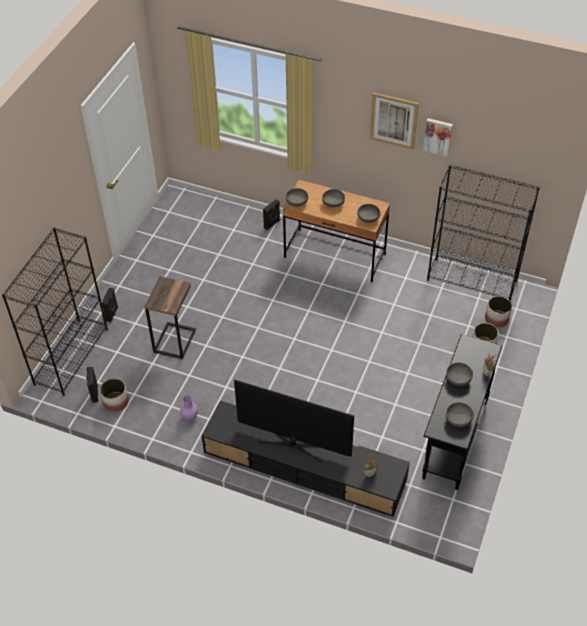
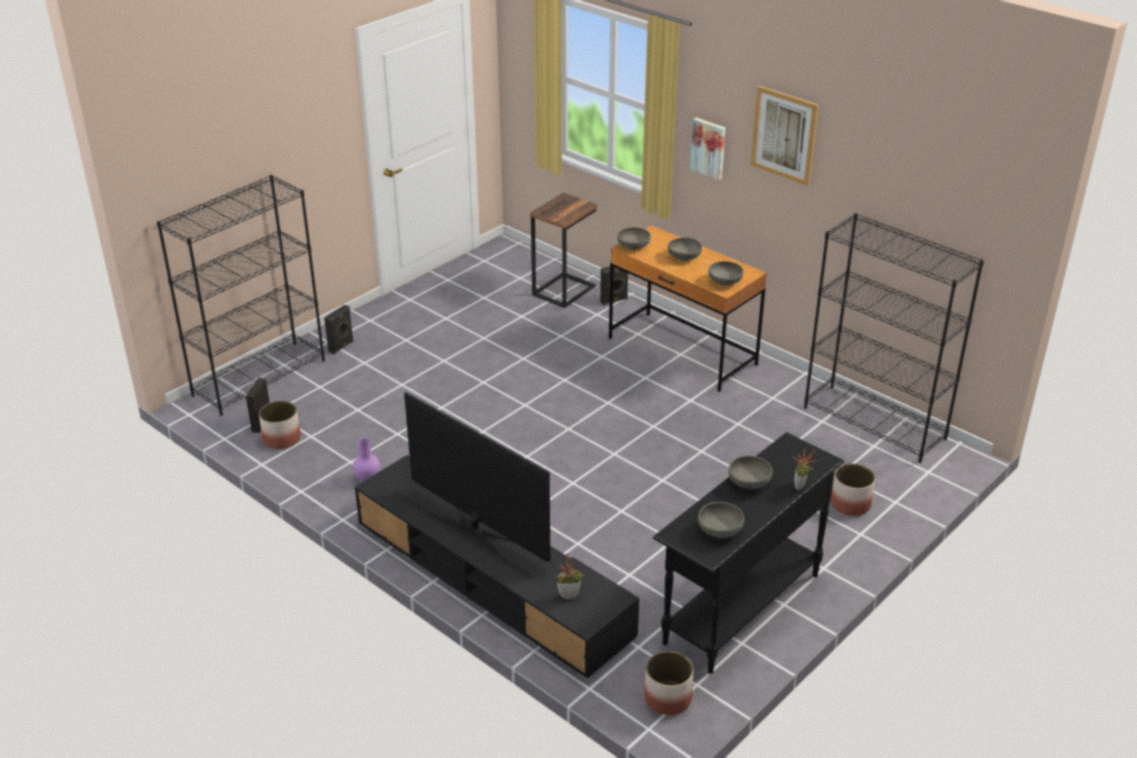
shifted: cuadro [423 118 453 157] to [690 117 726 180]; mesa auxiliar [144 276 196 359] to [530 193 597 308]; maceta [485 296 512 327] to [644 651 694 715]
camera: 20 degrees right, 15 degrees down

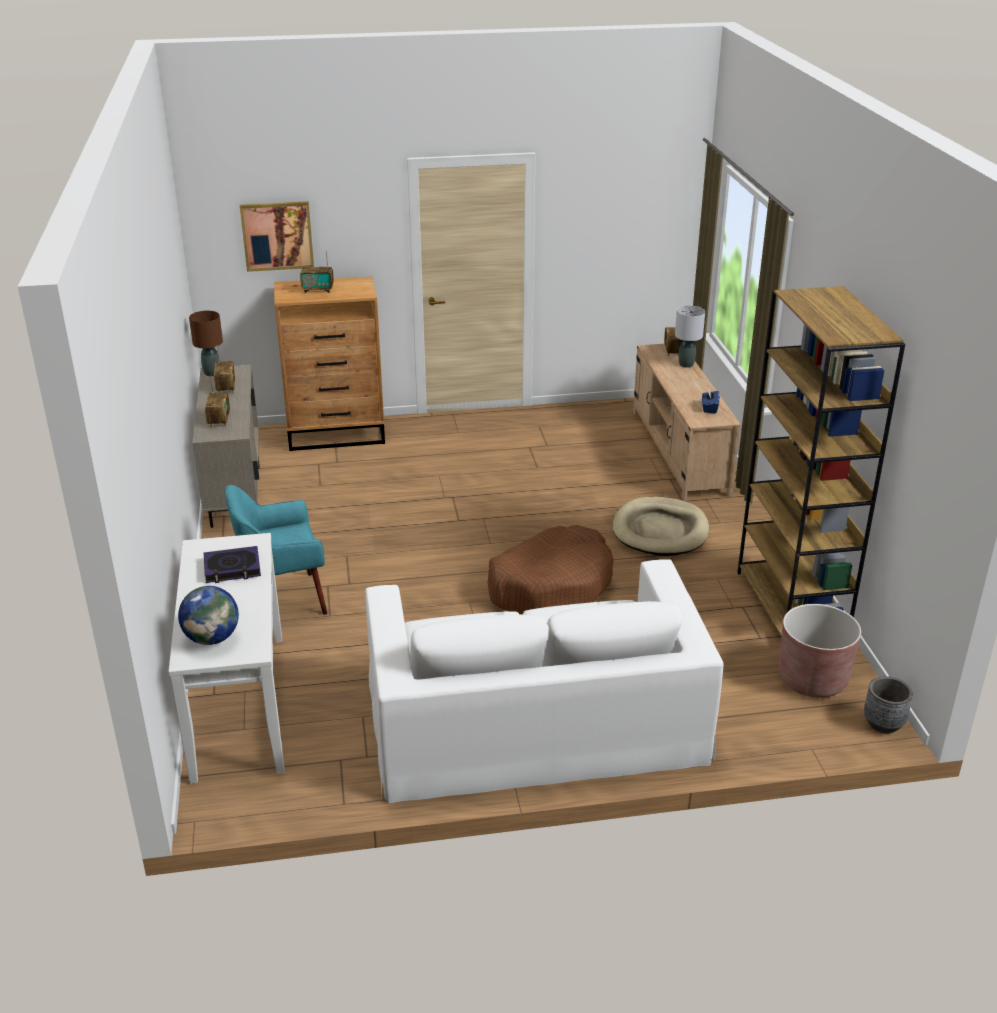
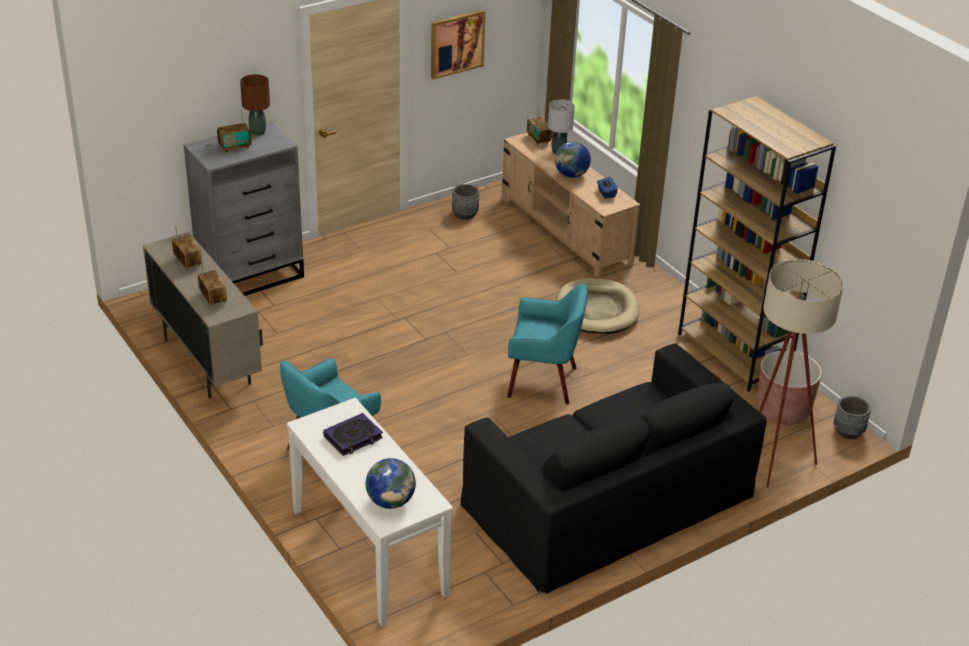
new: globo terráqueo [555 142 591 178]; maceta/gris [452 184 479 220]; lámpara de pie/beis [759 259 844 488]
shifted: cuadro [240 201 314 272] to [431 10 486 80]; lámpara de mesa/marrón [189 311 223 376] to [240 74 270 136]
swapped: cama para perro/marrón [488 525 614 614] to sillón/turquesa [507 284 588 404]
repainted: cómoda/marrón [274 276 385 451] to cómoda/gris [183 121 304 296]; sofá/blanco [365 559 724 803] to sofá/negro [461 343 767 594]
camera: 25 degrees left, 5 degrees up

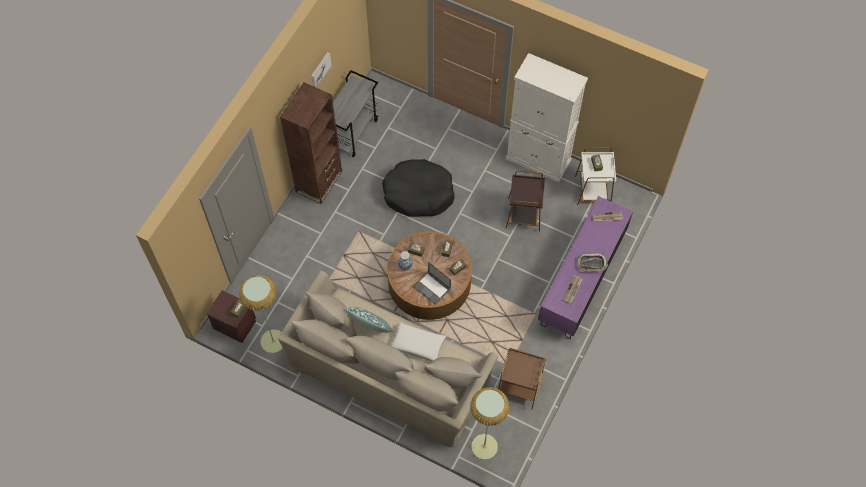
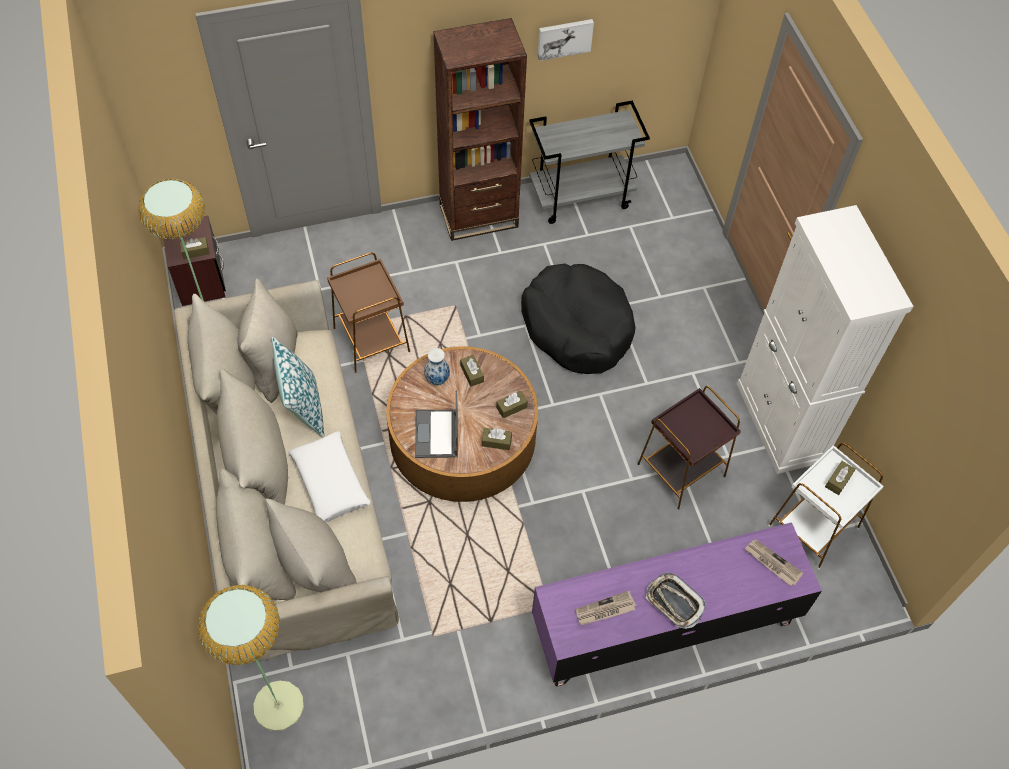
shifted: mesa auxiliar/marrón [498 348 546 409] to [327 253 410 373]
camera: 45 degrees right, 5 degrees down

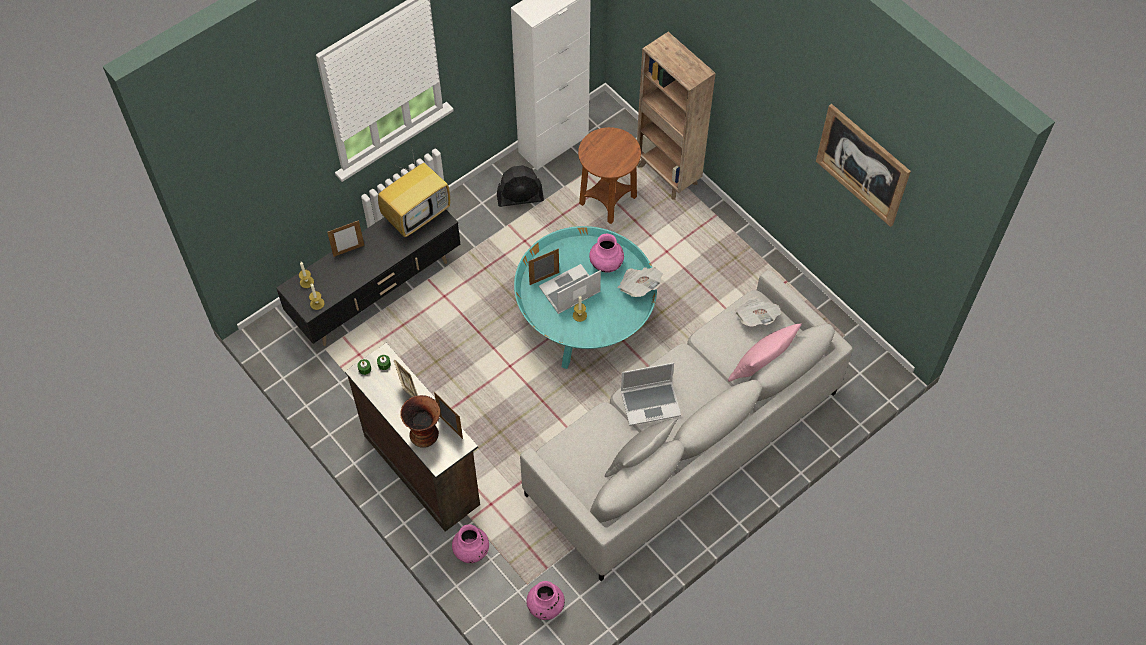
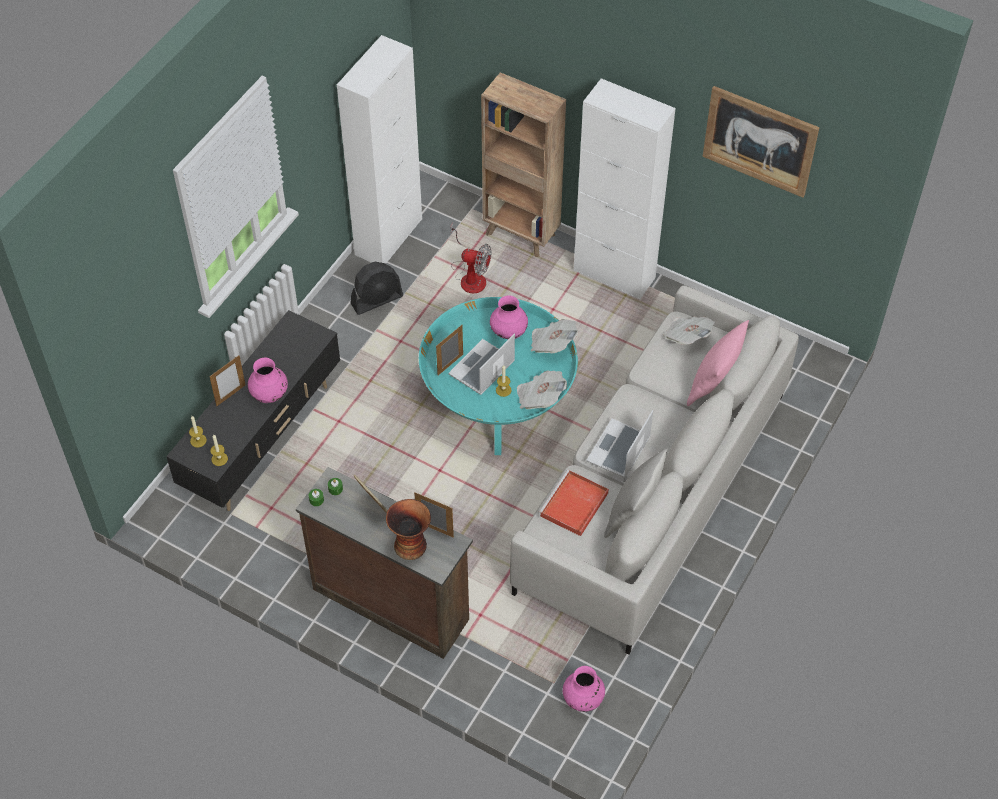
gone: televisor [378 150 450 237]
new: armario/blanco [574 78 676 299]; periódico [517 371 567 409]; bandeja/rojo [539 470 609 536]
shifted: florero/rosa [452 524 489 563] to [248 357 288 403]
swapped: mesa auxiliar/marrón [578 127 641 224] to ventilador [450 223 492 293]
rotated: portátil [621 363 681 426] = [586 410 653 479] 150 degrees clockwise
camera: 20 degrees left, 5 degrees down

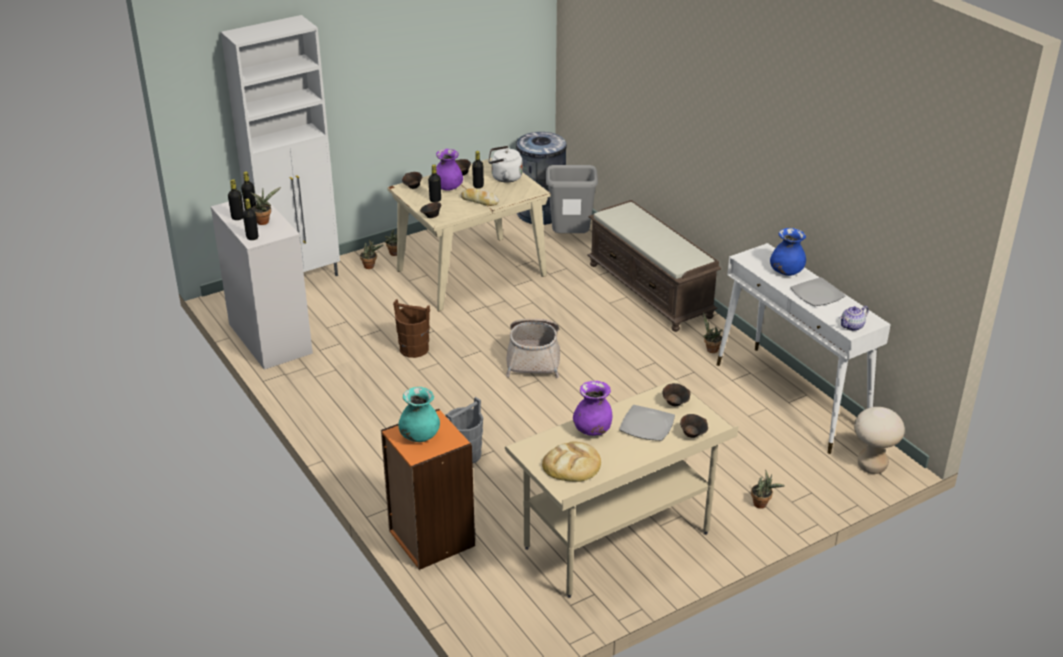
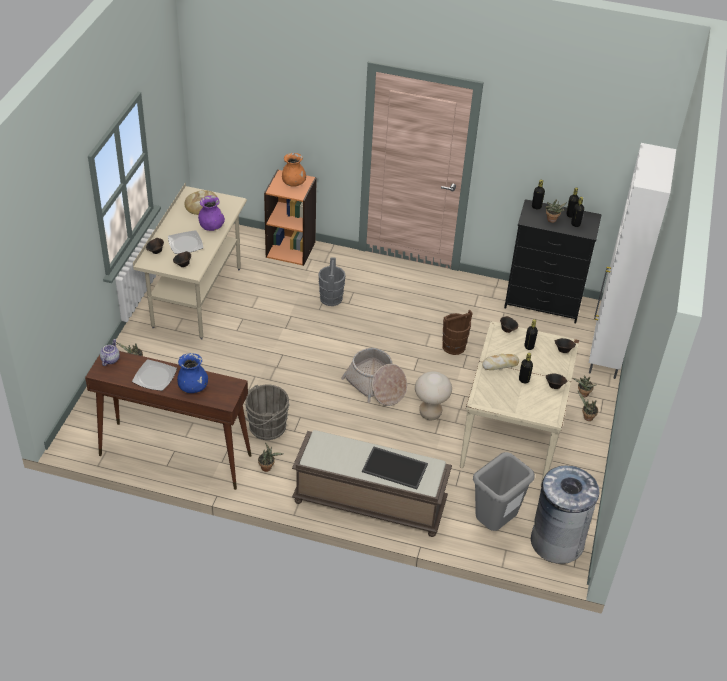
gone: hervidor/blanco [488 146 523 183]; florero/morado [436 149 463 191]
new: cubo/gris [245 385 290 440]; bandeja [362 446 428 489]
shifted: taburete/beis [854 407 905 474] to [415 371 452 420]
repainted: cómoda/blanco [211 193 313 370] to cómoda/negro [504 199 602 323]; mesa consola/blanco [717 243 891 454] to mesa consola/marrón [85 351 252 490]; florero/turquesa [398 387 440 442] to florero/naranja [282 153 306 187]
camera: 135 degrees right, 10 degrees up

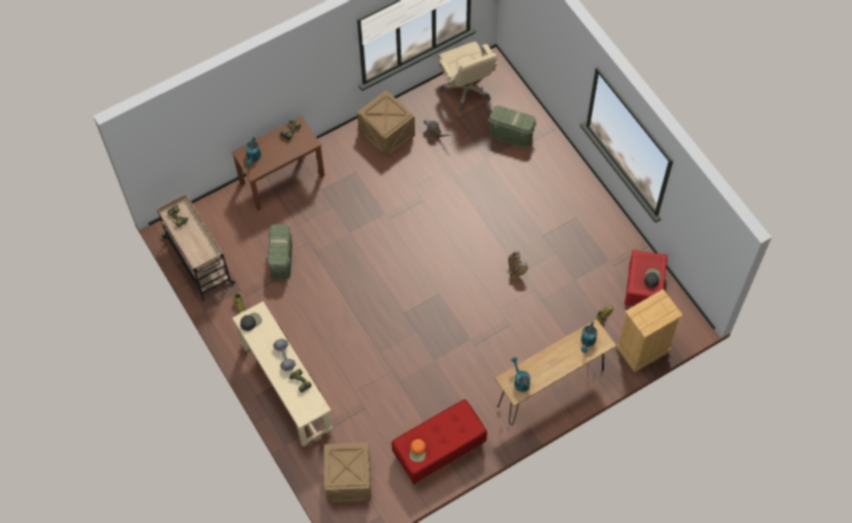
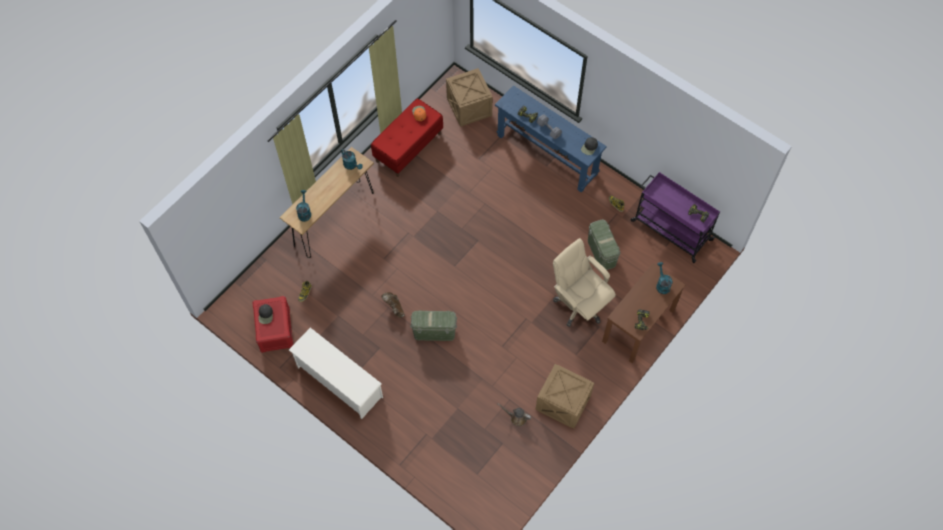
gone: cómoda/beis [616 289 683 373]
new: zapatero/blanco [289 328 383 419]
shifted: silla de oficina/beis [438 41 498 111] to [553 238 616 327]; caja de almacenaje/verde [488 105 536 148] to [410 310 457 341]
repainted: carrito/beis [156 193 235 301] to carrito/morado [631 172 720 263]; mesa consola/beis [232 301 333 447] to mesa consola/azul [495 85 607 192]
camera: 160 degrees right, 0 degrees up

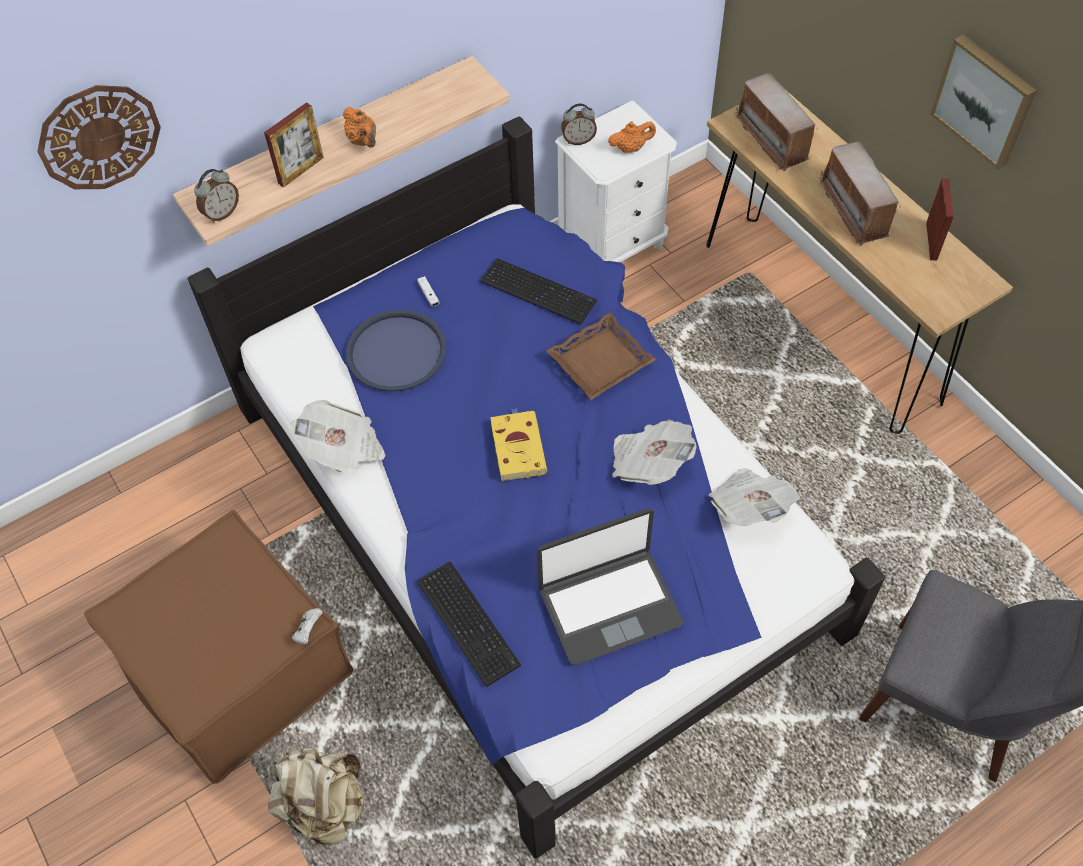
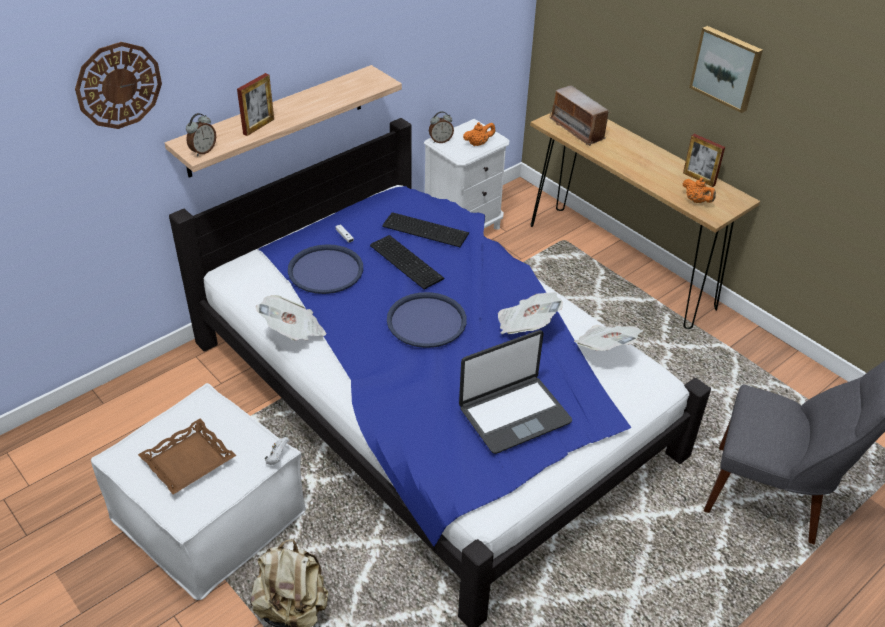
gone: radio [820 141 900 246]
shifted: tetera/naranja [343 107 376 148] to [683 177 716 203]; bandeja/marrón [546 313 656 400] to [138 419 236 495]; teclado [417 562 521 687] to [370 235 445 289]
swapped: libro/amarillo [490 408 547 481] to bandeja/azul [387 292 467 348]
repainted: puf/marrón [84 510 354 784] to puf/blanco [91 383 306 600]
rotated: portarretratos [926 178 954 261] = [683 134 725 187] 135 degrees clockwise
camera: 10 degrees left, 15 degrees down

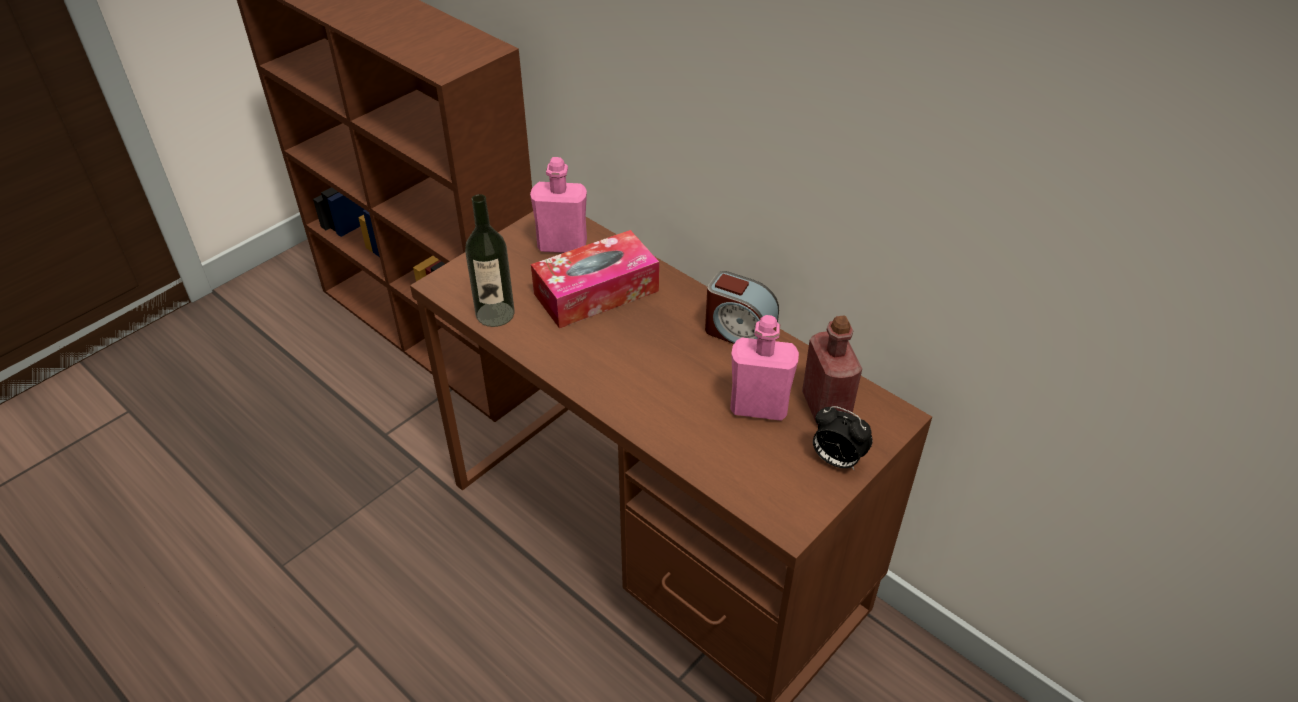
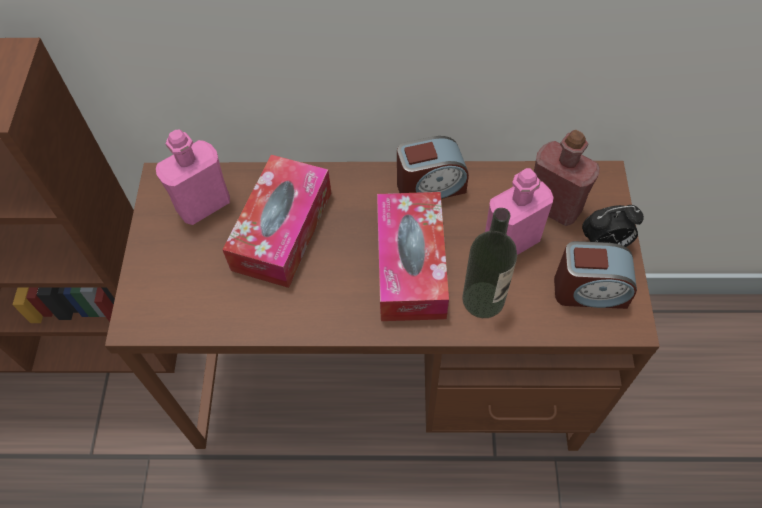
new: caja de pañuelos [377 192 449 321]; despertador [554 241 637 309]
shifted: botella [465 194 515 327] to [462 208 517 318]
camera: 40 degrees left, 15 degrees up

